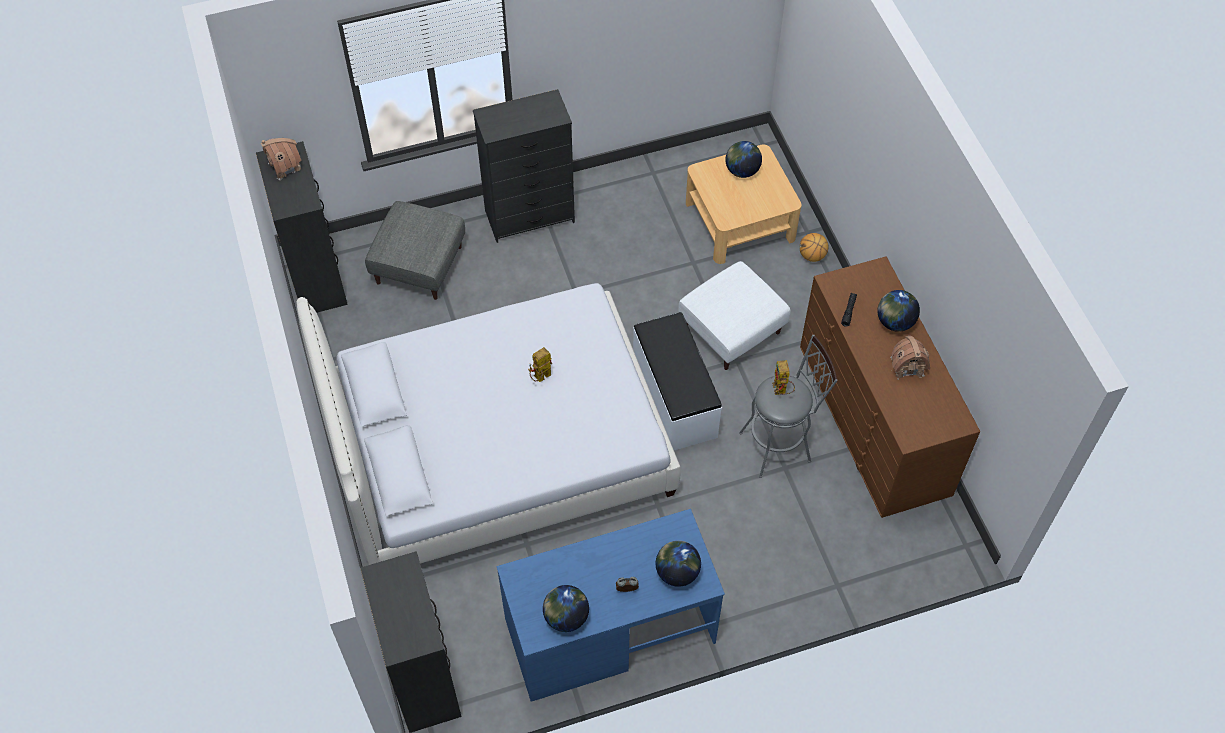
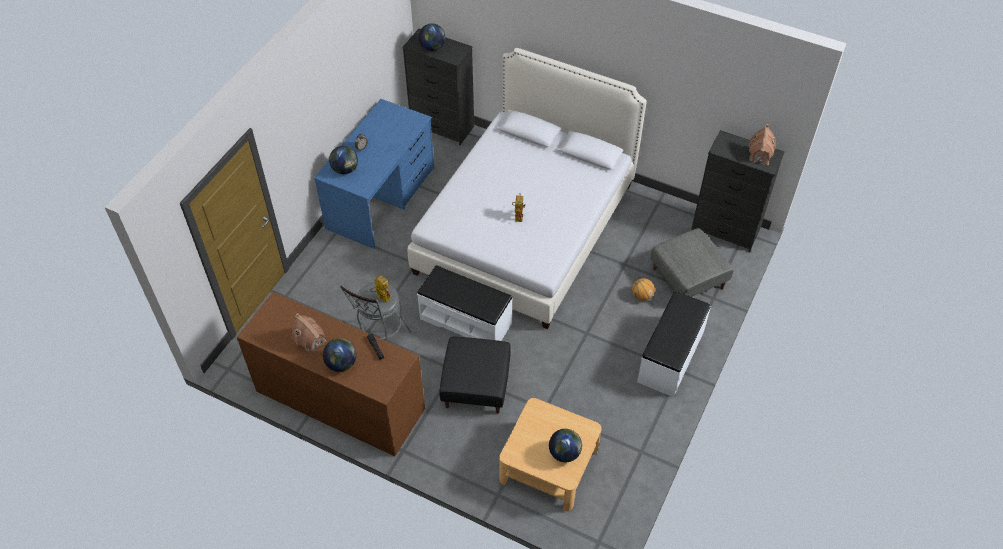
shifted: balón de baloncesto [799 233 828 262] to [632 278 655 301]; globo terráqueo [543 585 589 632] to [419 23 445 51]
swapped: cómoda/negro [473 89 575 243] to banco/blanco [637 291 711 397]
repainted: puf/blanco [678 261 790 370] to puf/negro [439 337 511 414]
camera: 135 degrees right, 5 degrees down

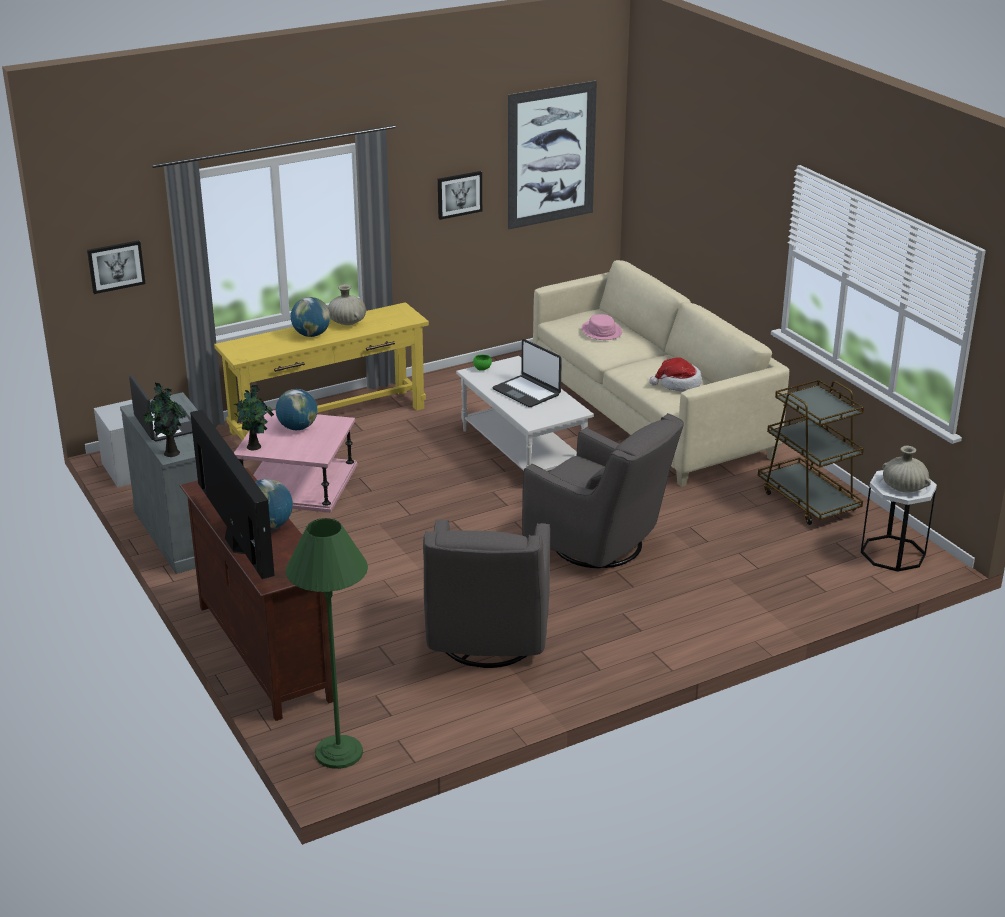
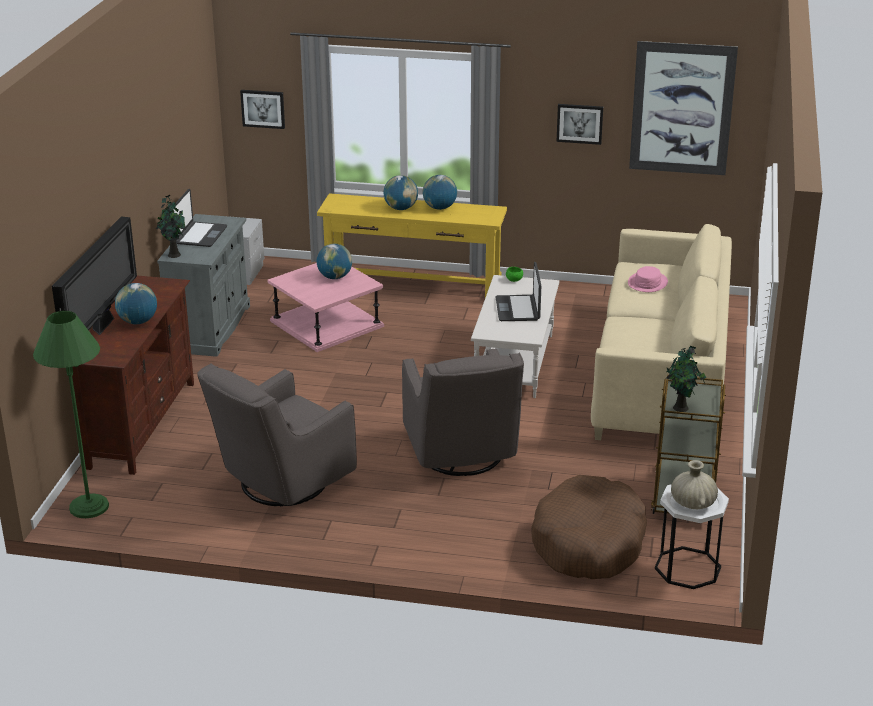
gone: sombrero [649 358 702 391]
new: cama para perro/marrón [531 475 647 579]
shifted: planta en maceta [234 385 274 450] to [666 346 706 412]
swapped: florero/beis [328 284 366 325] to globo terráqueo [423 175 457 210]
camera: 40 degrees right, 0 degrees up

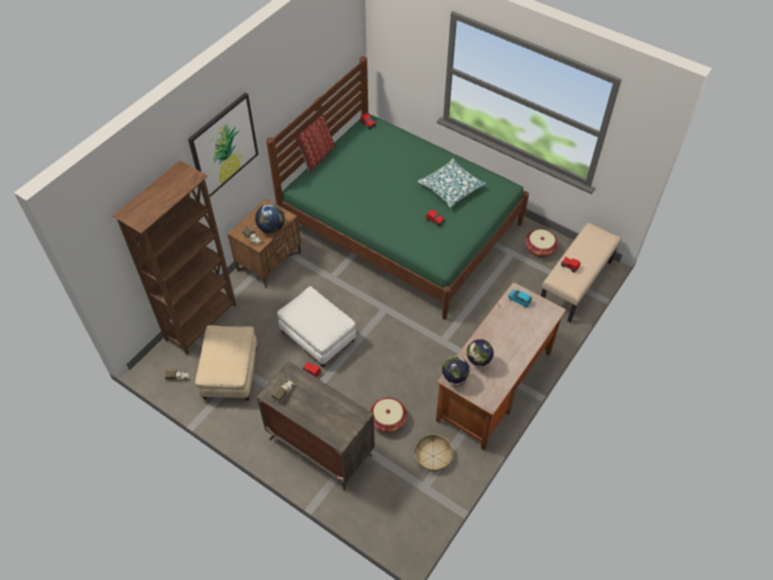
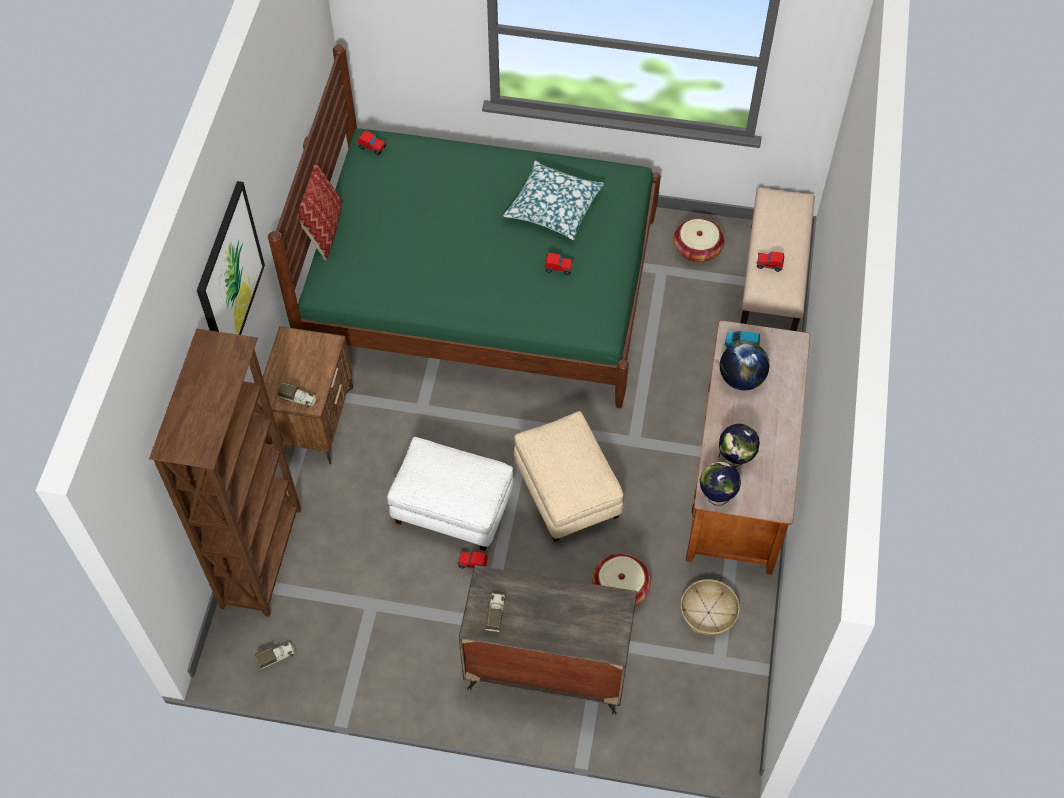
shifted: globo terráqueo [255 204 285 233] to [720 341 769 390]; puf/beis [195 325 257 401] to [514 411 623 542]
camera: 25 degrees left, 5 degrees up

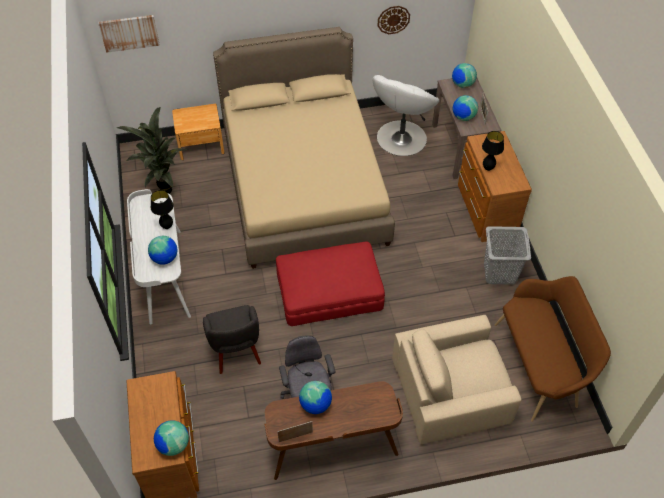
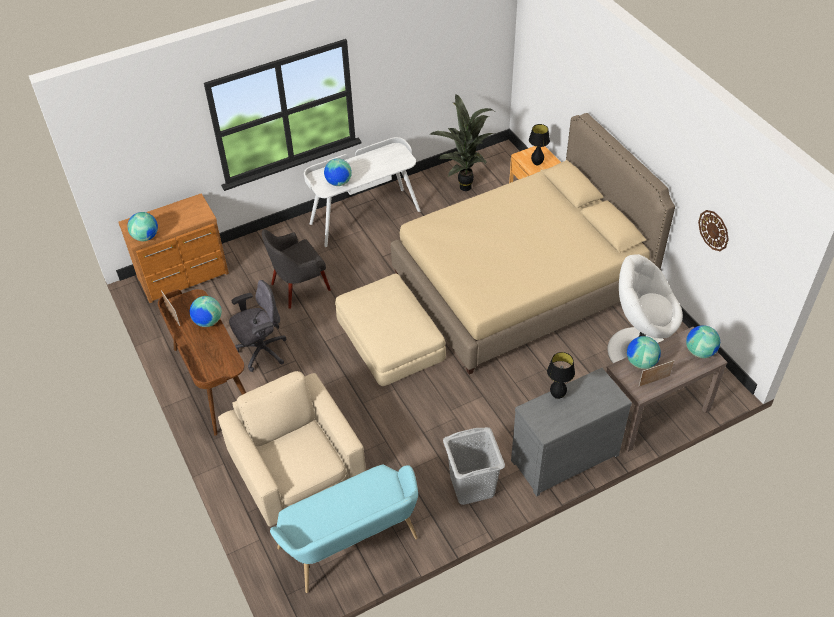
gone: cuadro [98 15 160 53]
shifted: lámpara de mesa/negro [151 190 174 229] to [529 124 550 166]
repainted: cómoda/marrón [458 131 532 242] to cómoda/gris [511 368 632 496]; puf/rojo [276 242 385 326] to puf/beis [335 274 446 386]; banco/marrón [495 276 611 422] to banco/turquesa [270 464 418 593]
camera: 75 degrees right, 5 degrees down

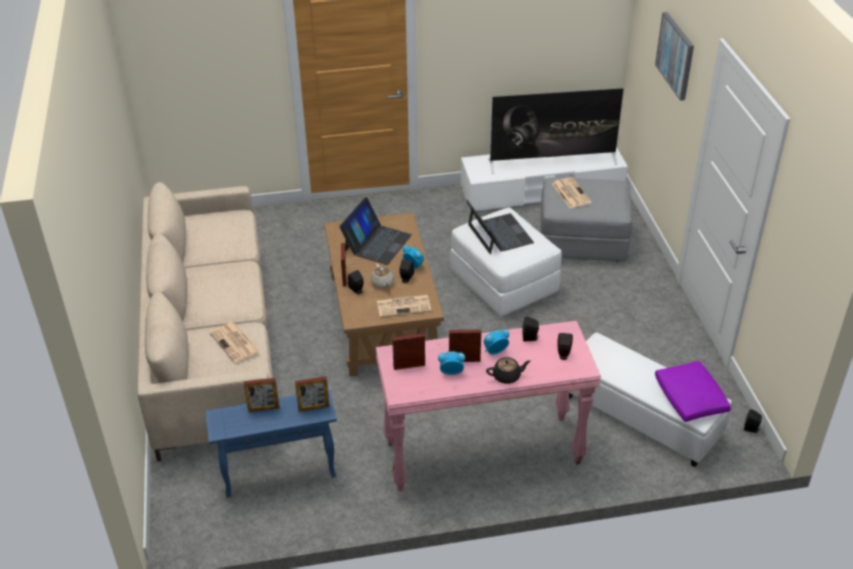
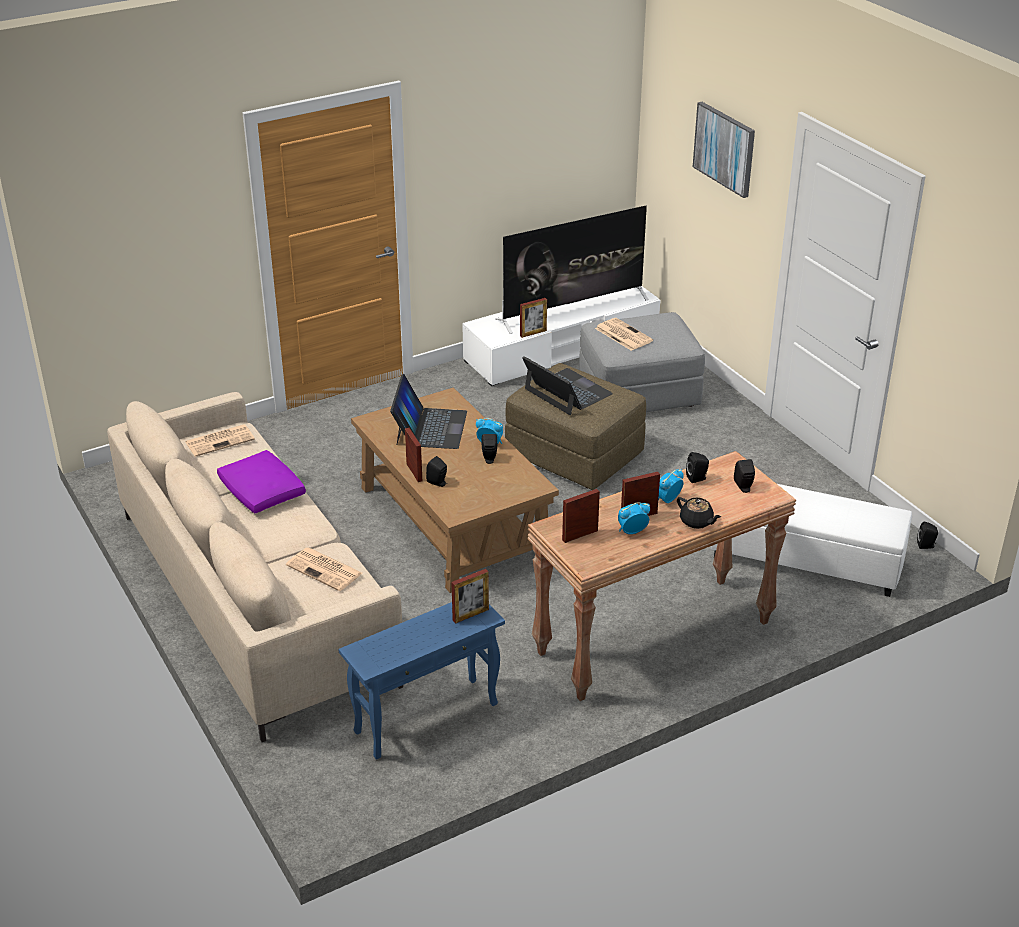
gone: tetera/beis [371 263 394 288]
shifted: periódico [377 295 431 317] to [186 424 255 457]; cojín/morado [655 361 731 422] to [217 450 306 513]; portarretratos [244 378 280 412] to [520 298 547 338]
repainted: puf/blanco [450 208 562 317] to puf/marrón [505 363 646 490]; mesa consola/rosa [376 321 601 491] to mesa consola/marrón [528 451 796 701]
rotated: tetera/negro [486 357 530 384] = [677 497 721 529] 75 degrees clockwise
camera: 20 degrees left, 5 degrees down

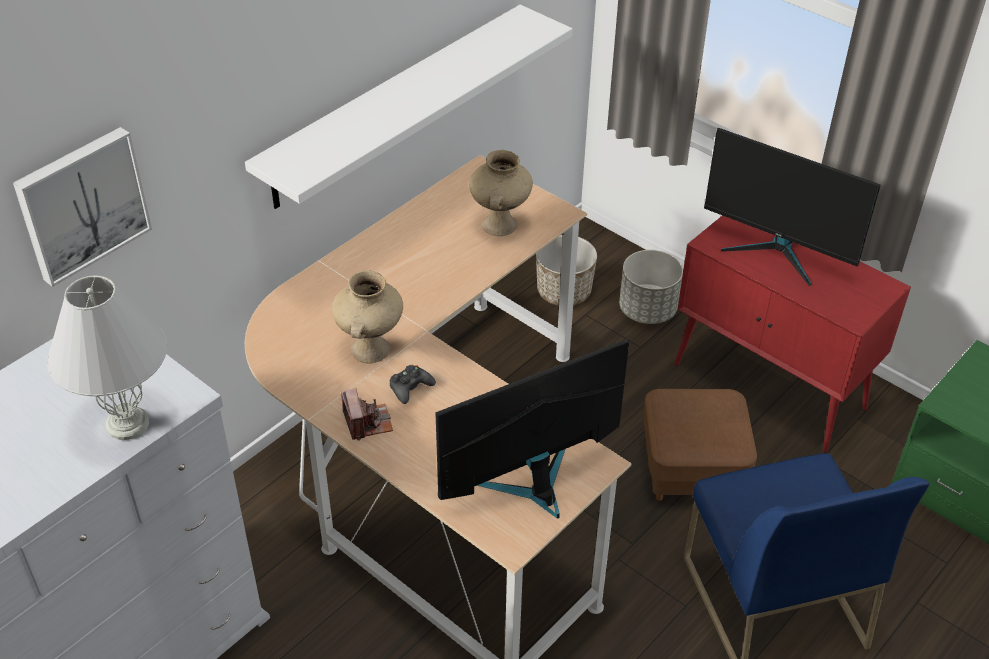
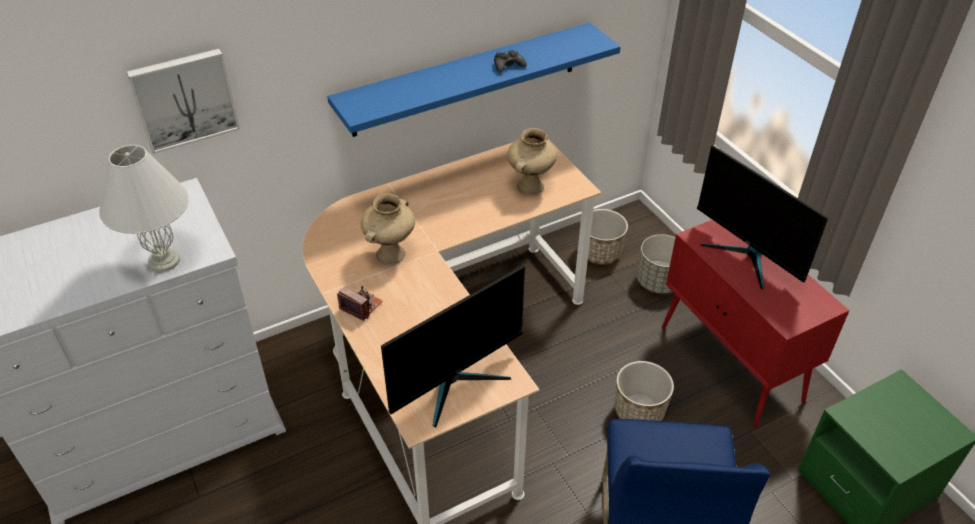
shifted: mando de consola/negro [390 365 436 404] to [494 50 527 73]
swapped: puf/marrón [643 389 757 501] to maceta [615 361 674 421]
repainted: estante/blanco [245 5 573 209] to estante/azul [327 23 620 137]
rotated: monitor [436 339 629 519] = [381 265 525 428] 150 degrees clockwise; cámara [341 389 393 441] = [337 286 383 321] 60 degrees counterclockwise
camera: 20 degrees right, 0 degrees up

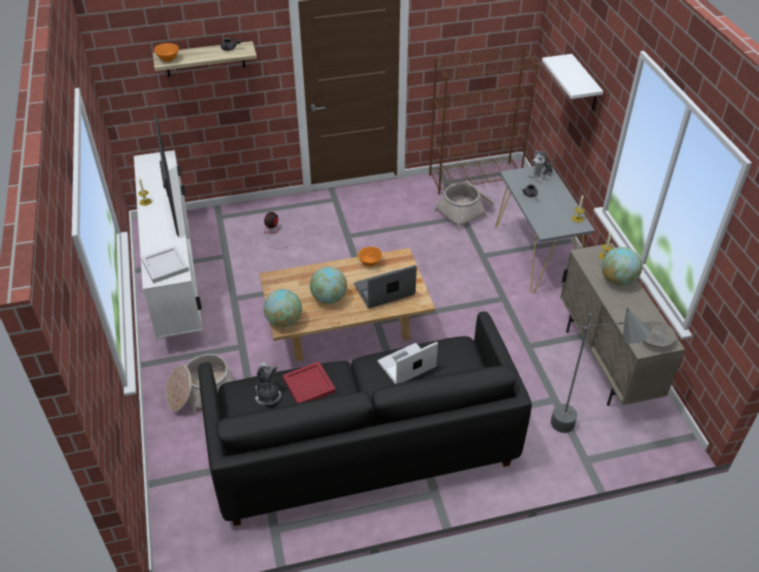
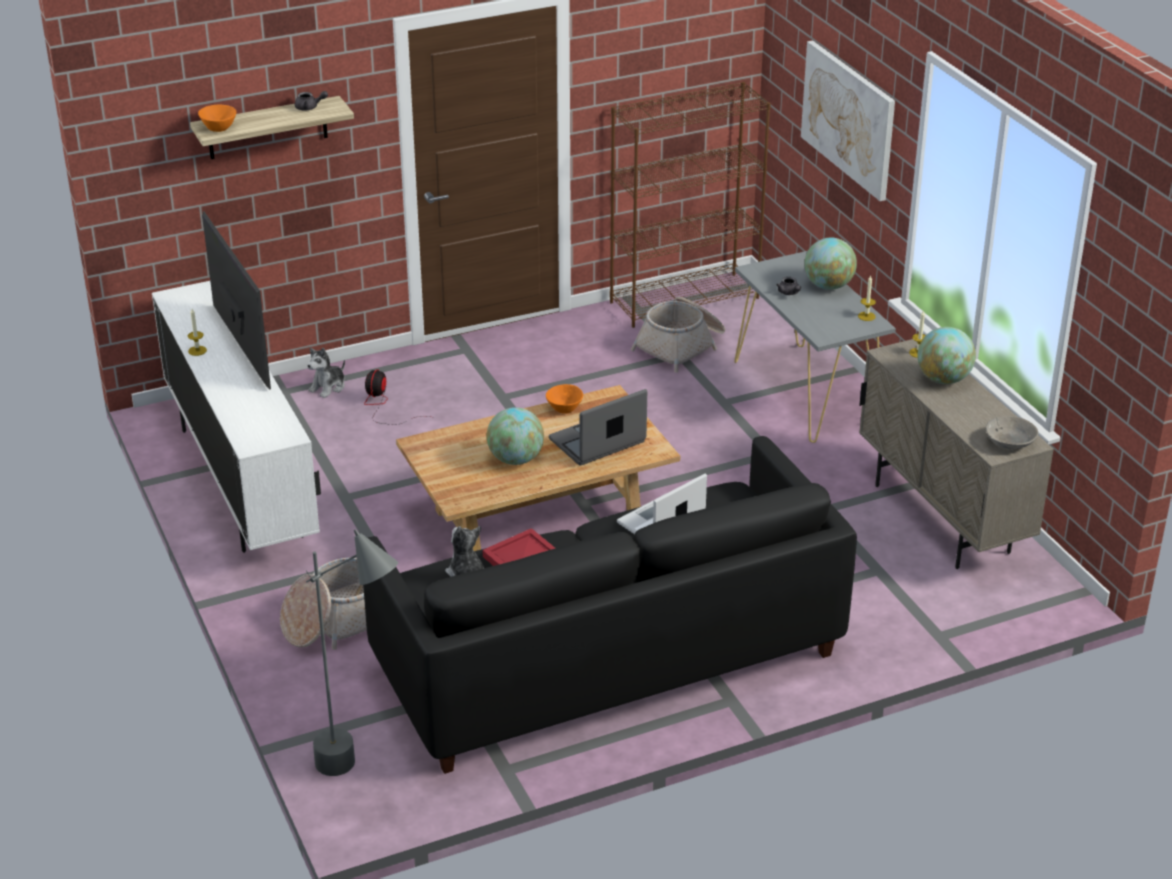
gone: bandeja/blanco [141 246 189 283]
shifted: peluche [528 149 554 183] to [307 348 345 398]; globo terráqueo [263 289 302 327] to [804 237 857 290]; lámpara de pie/gris [551 308 651 433] to [306 529 398 776]
swapped: estante/blanco [542 54 603 110] to cuadro [801 40 895 201]
camera: 10 degrees left, 10 degrees down

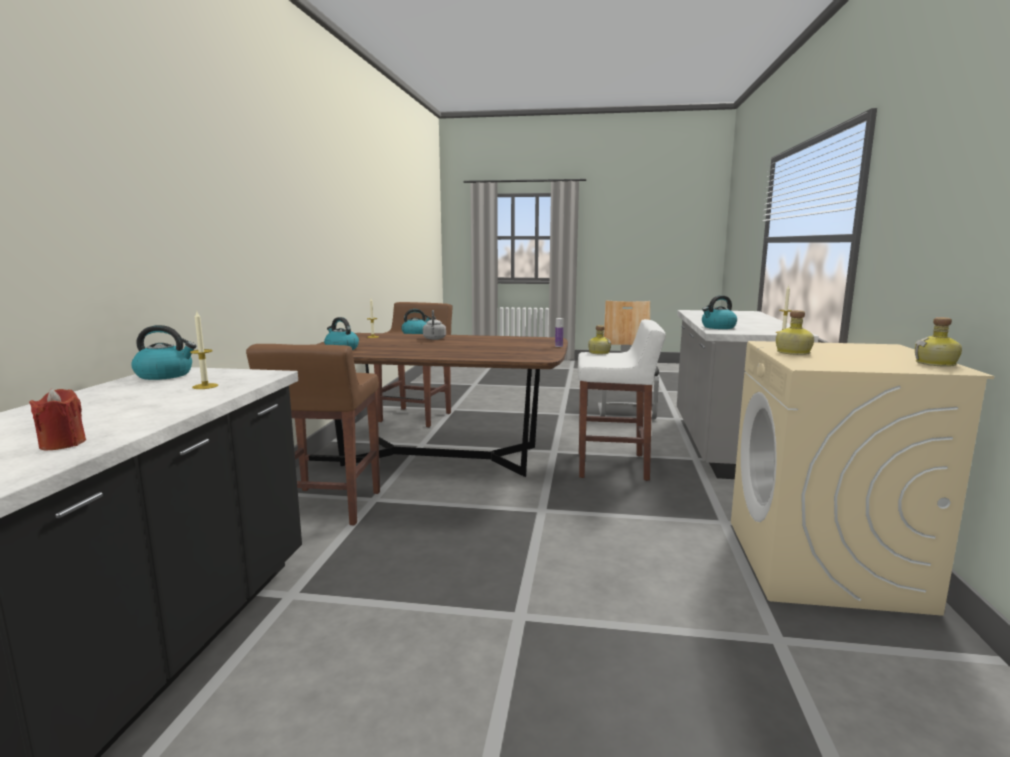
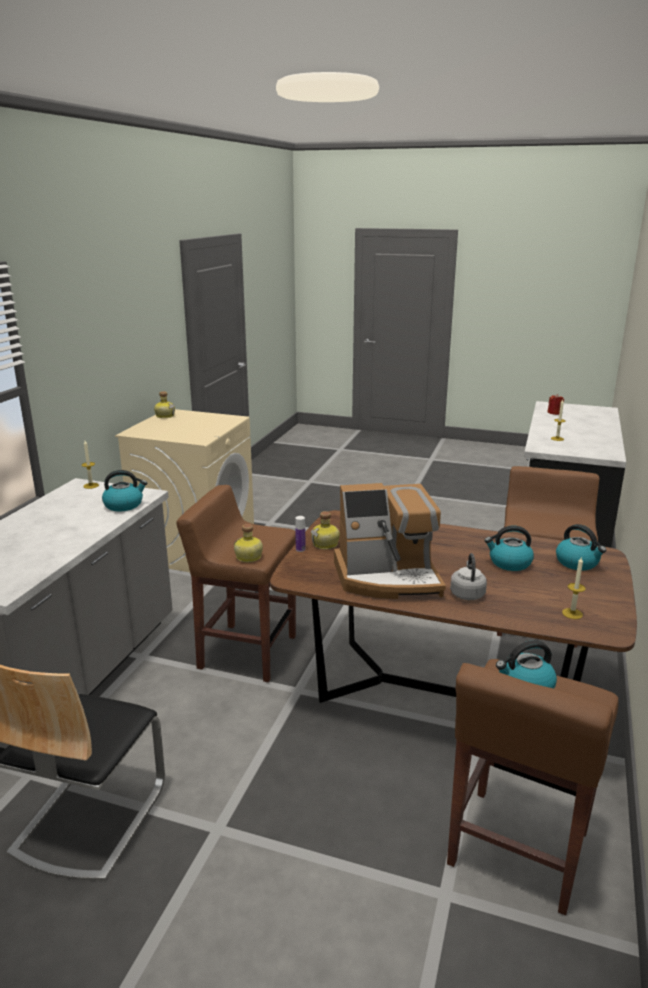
new: cafetera [334 483 446 599]
shifted: botella [776 310 814 355] to [311 511 340 549]; hervidor [131 325 196 380] to [485 526 534 571]
repainted: taburete/blanco [578 319 666 481] to taburete/marrón [176 485 296 682]
camera: 170 degrees left, 10 degrees up

